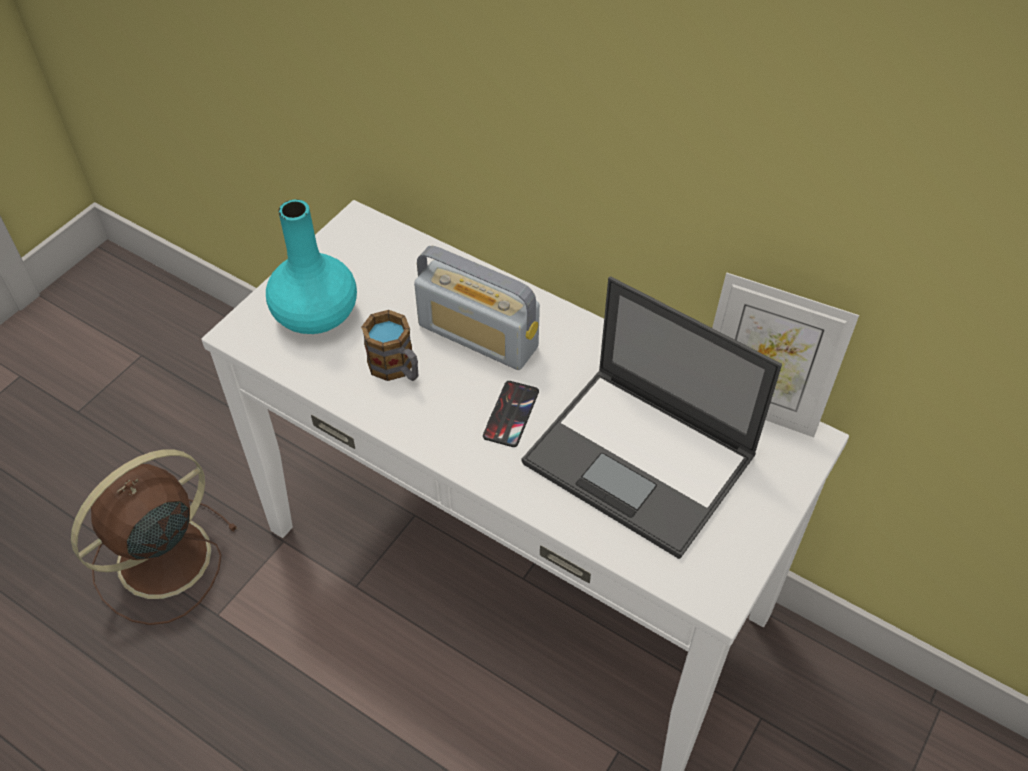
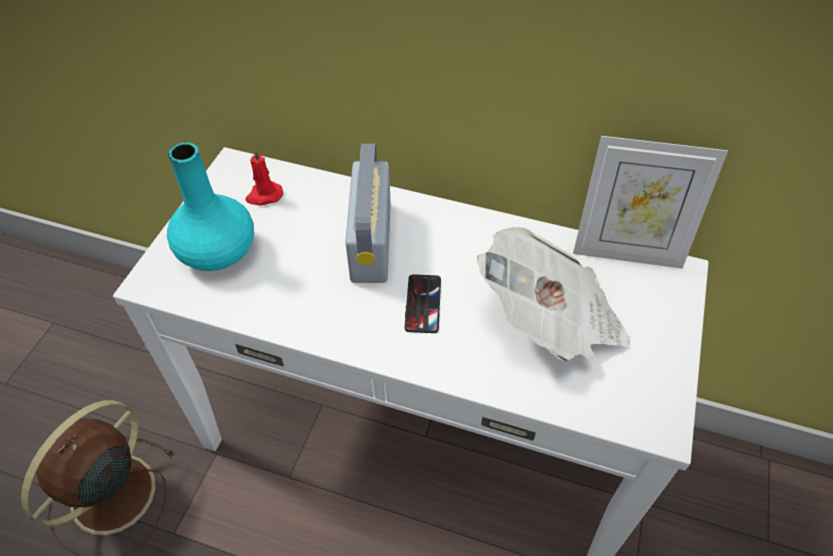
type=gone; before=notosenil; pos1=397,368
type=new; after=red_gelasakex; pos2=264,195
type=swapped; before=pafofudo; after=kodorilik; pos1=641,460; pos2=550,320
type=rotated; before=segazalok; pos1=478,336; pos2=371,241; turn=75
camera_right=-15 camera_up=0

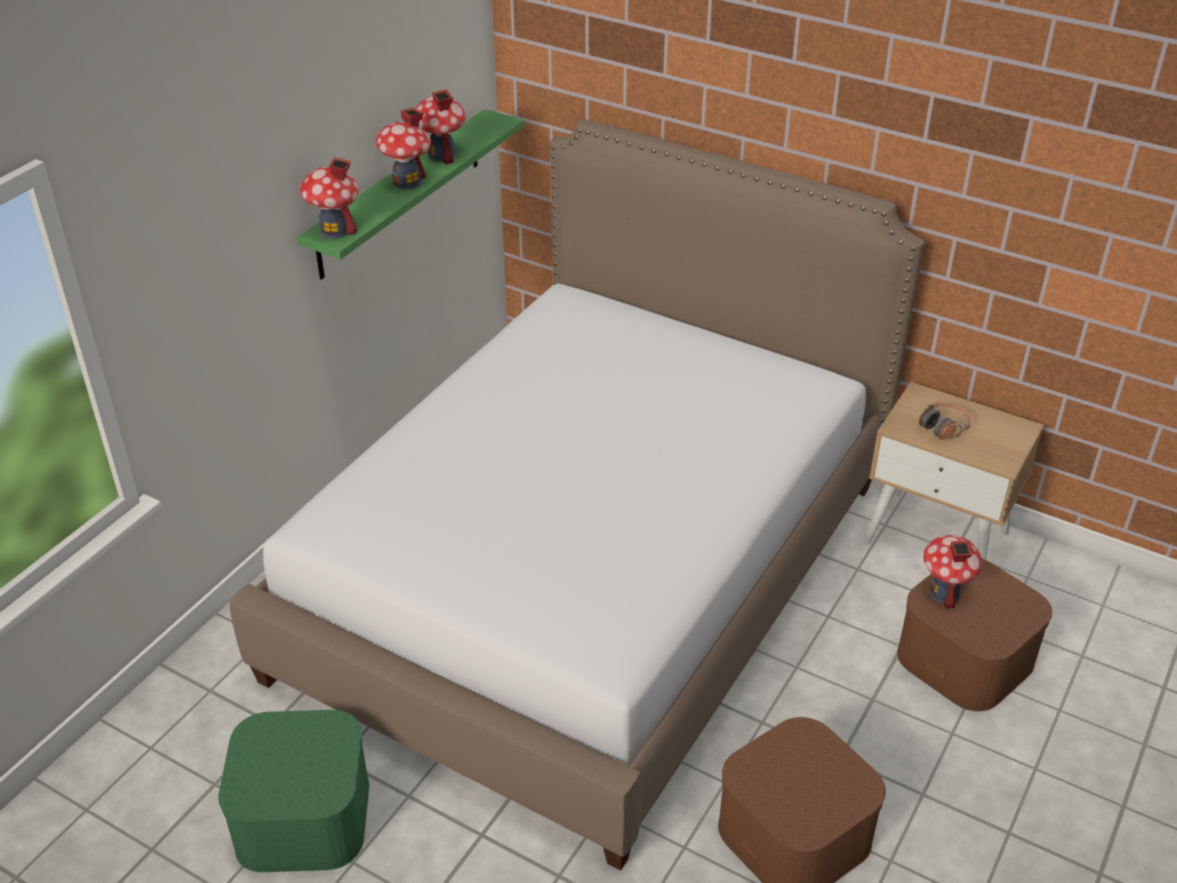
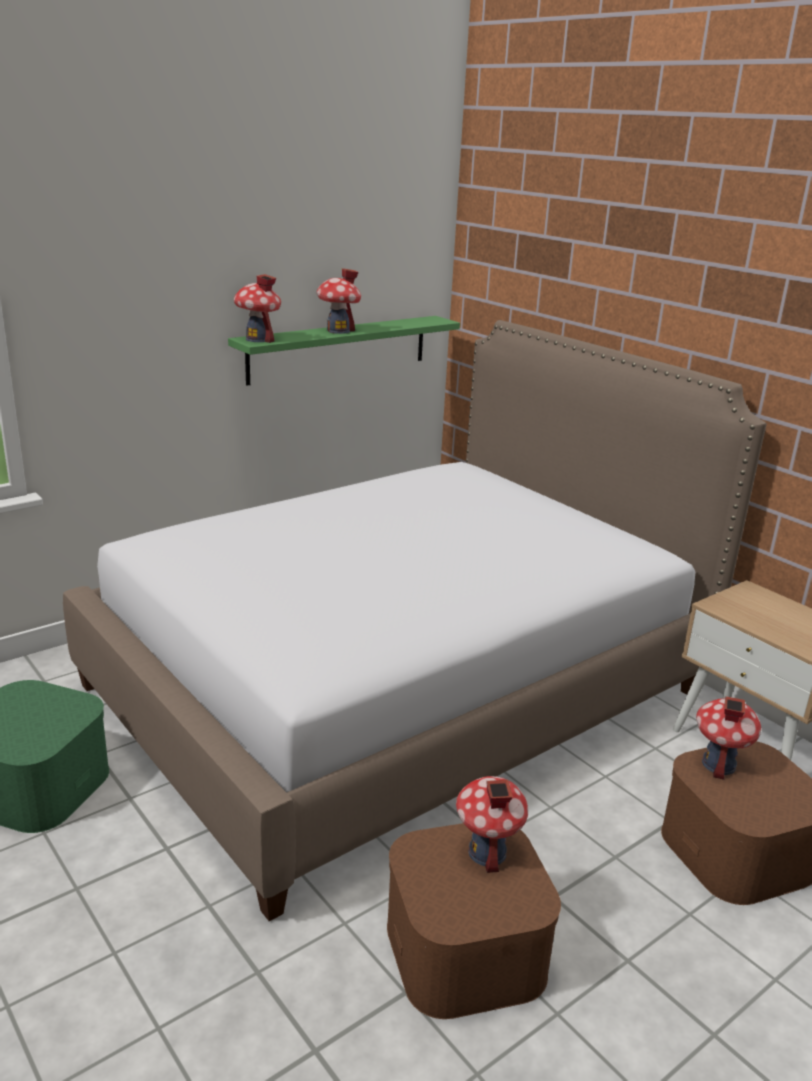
type=gone; before=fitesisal; pos1=943,426
type=shifted; before=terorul; pos1=441,155; pos2=487,852
camera_right=20 camera_up=-15

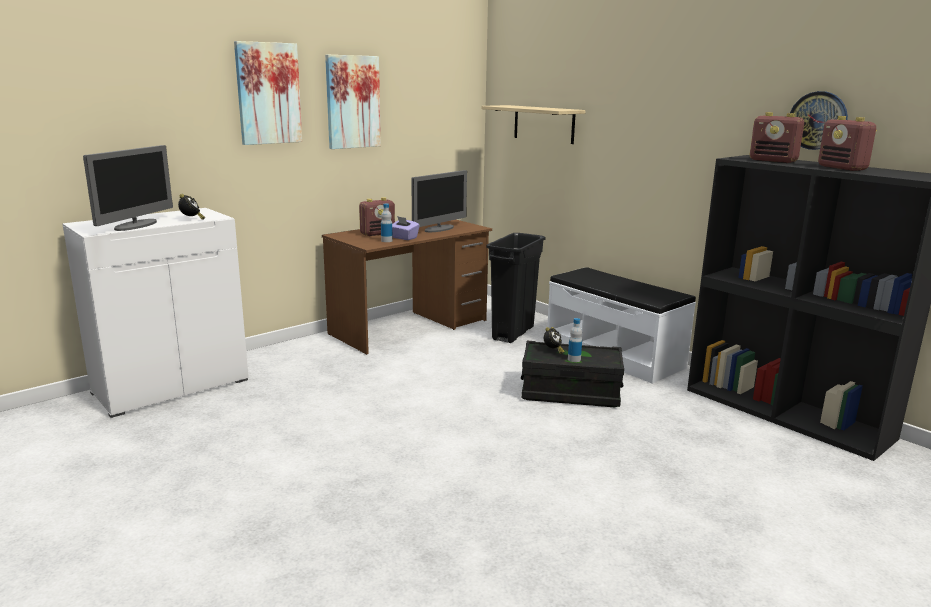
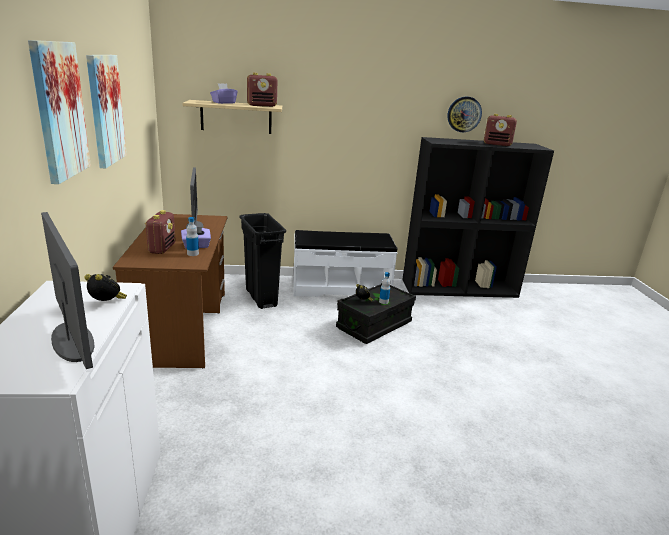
type=new; after=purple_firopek; pos2=223,103
type=shifted; before=segazalok; pos1=773,161; pos2=262,105
camera_right=-55 camera_up=5

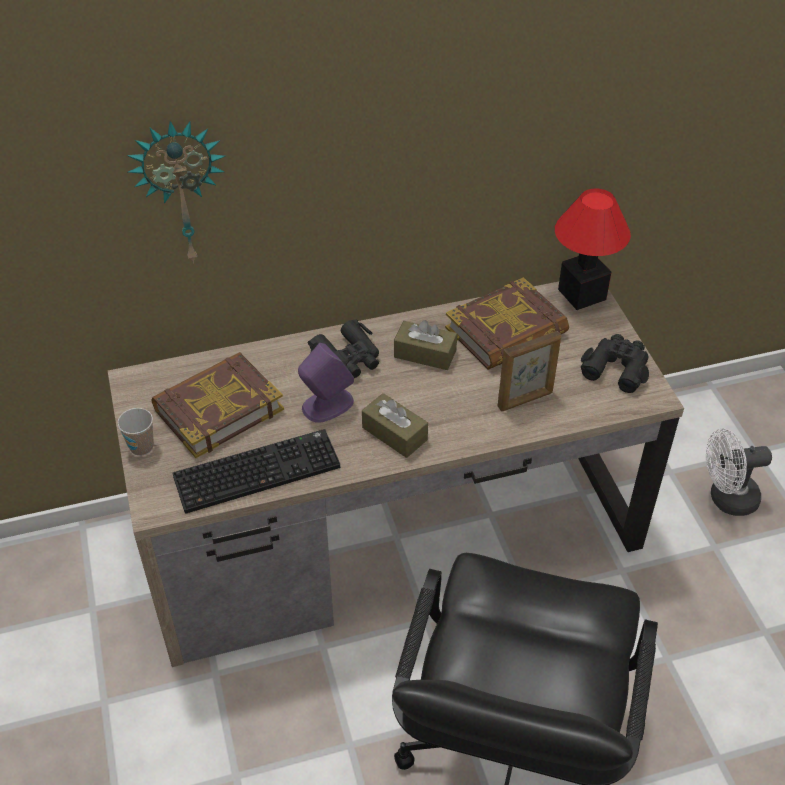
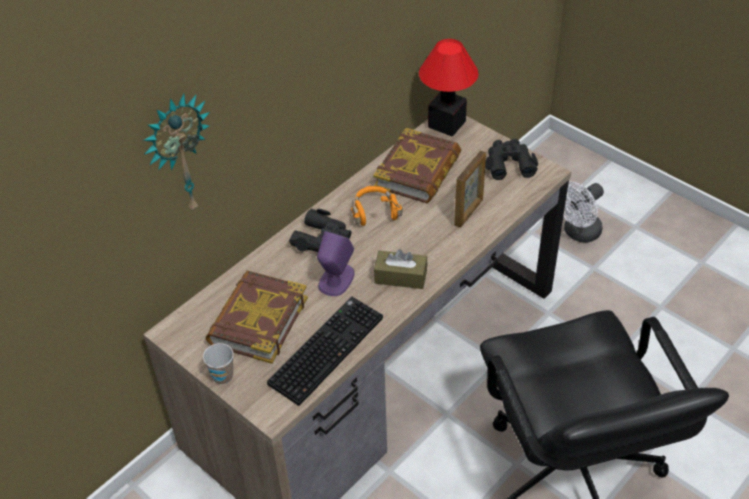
type=swapped; before=brown_firopek; after=orange_fitesisal; pos1=425,354; pos2=375,212
camera_right=-30 camera_up=0

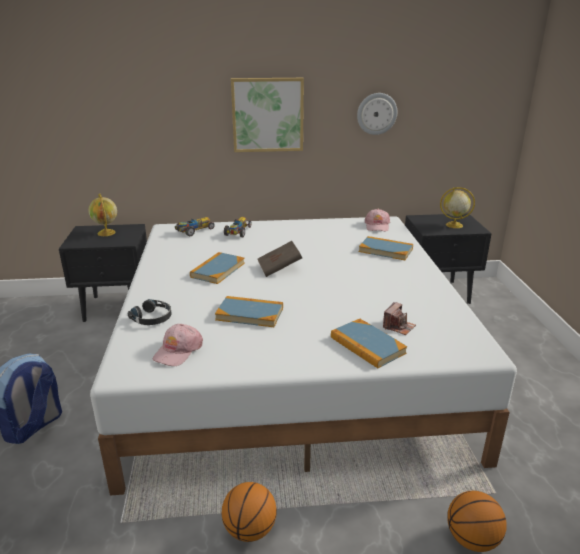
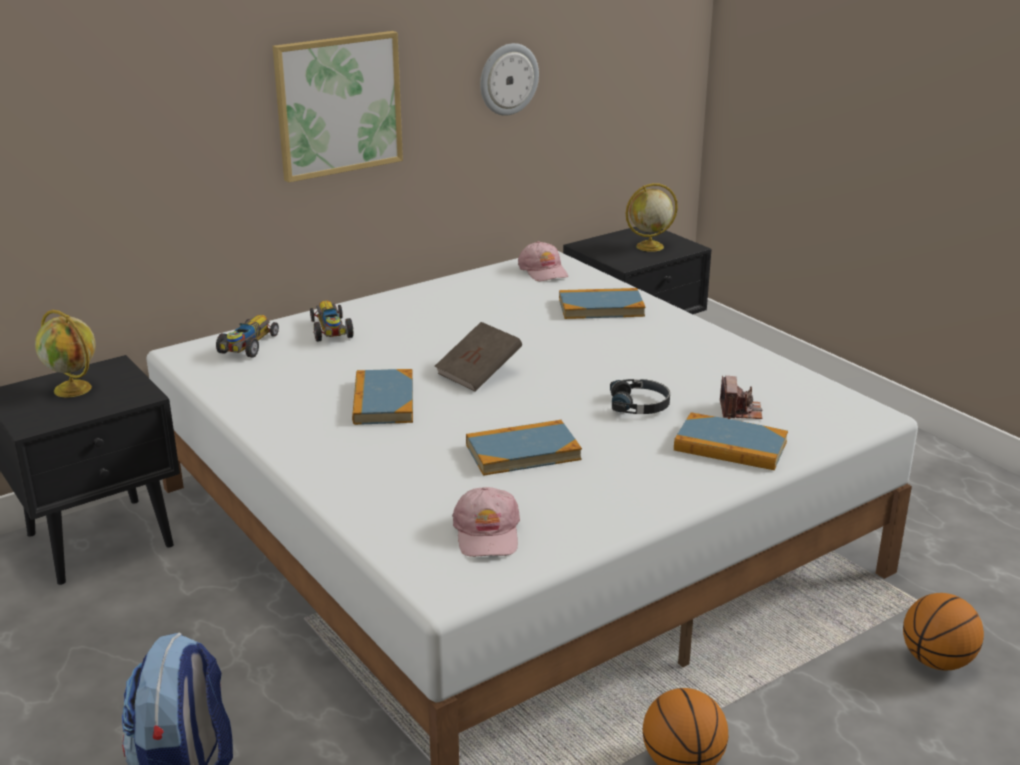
type=shifted; before=black_fitesisal; pos1=152,318; pos2=639,405
camera_right=-30 camera_up=0

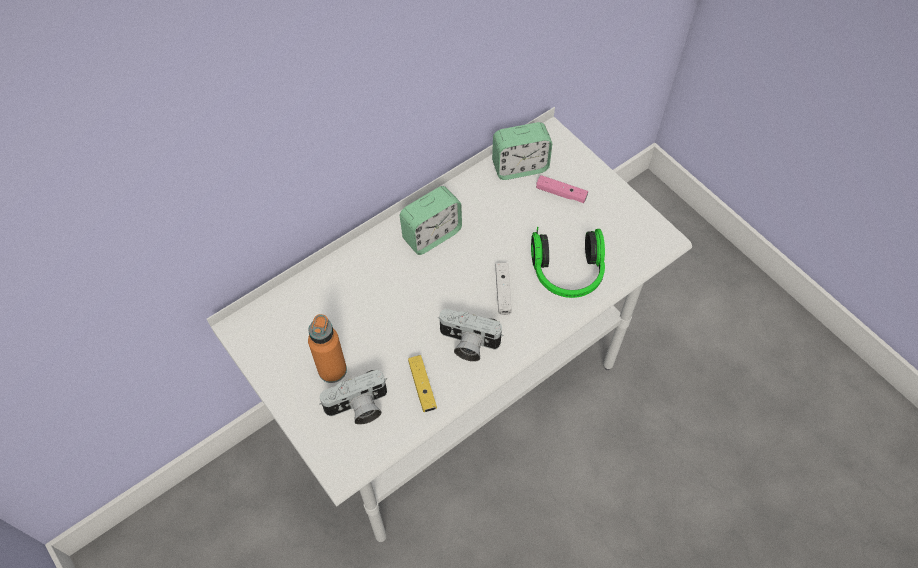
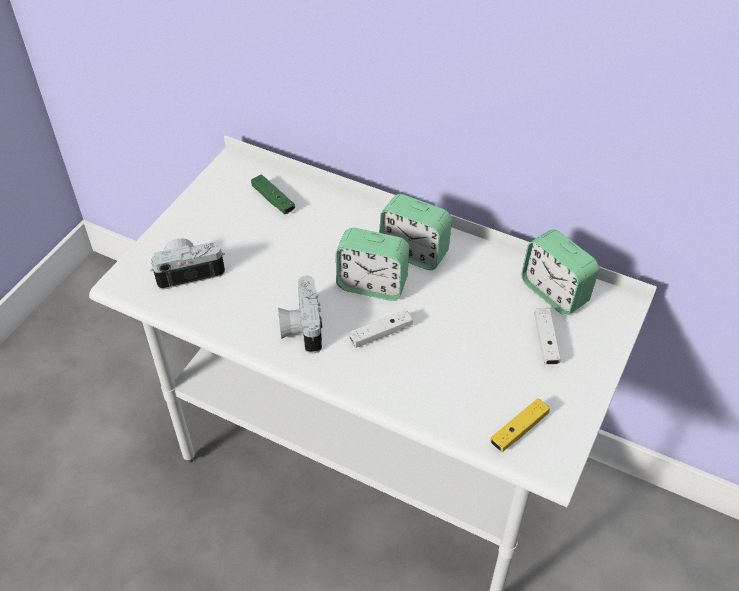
type=gone; before=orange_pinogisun; pos1=332,370
type=gone; before=fitesisal; pos1=567,274
type=new; after=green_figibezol; pos2=273,200
type=new; after=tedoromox; pos2=372,285
type=shifted; before=yellow_figibezol; pos1=422,386; pos2=519,430
type=repainted; before=pink_figibezol; after=white_figibezol; pos1=561,193; pos2=545,341
type=rotated; before=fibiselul; pos1=358,408; pos2=189,271; turn=120
camera_right=65 camera_up=-10

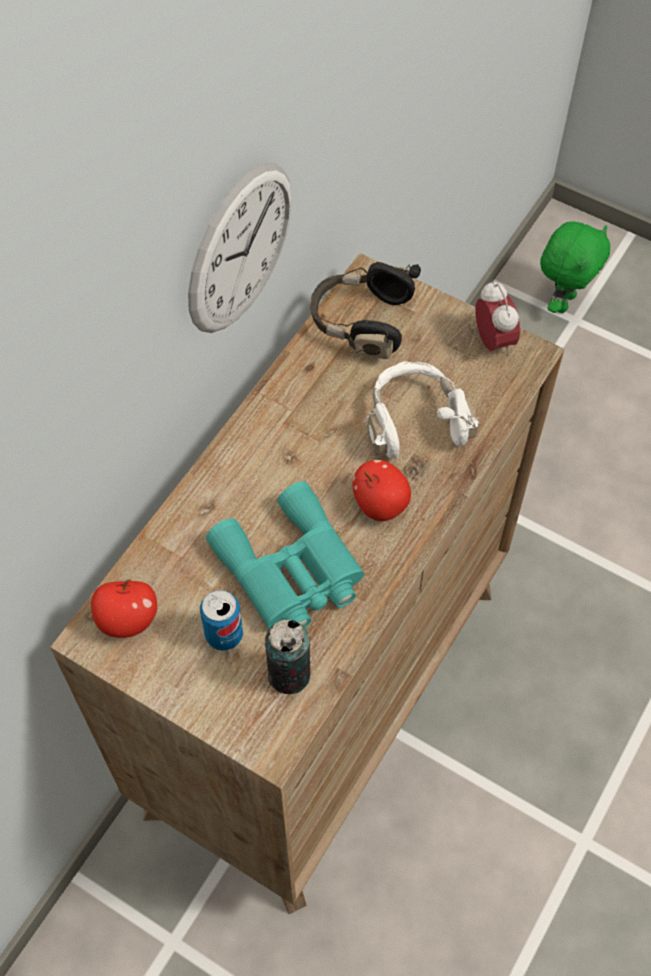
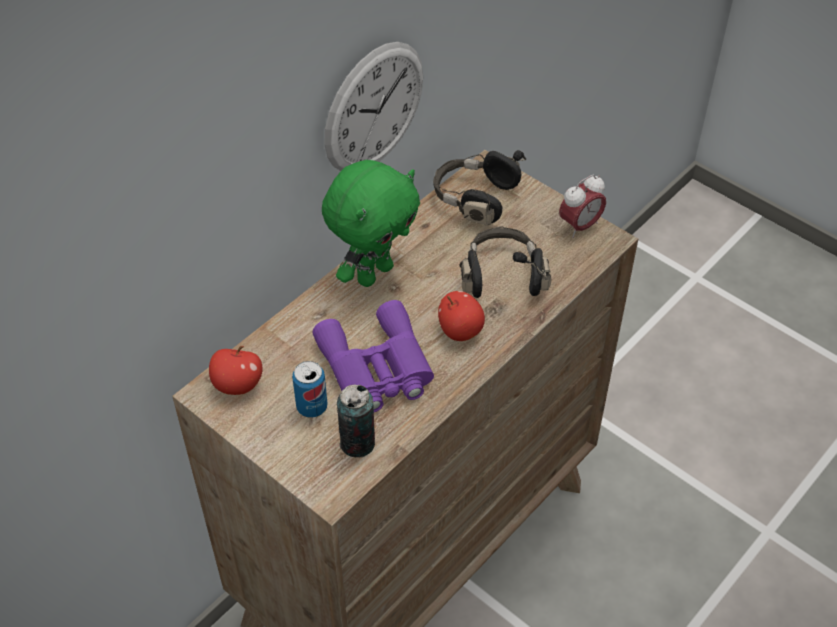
type=shifted; before=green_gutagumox; pos1=562,301; pos2=373,273
type=repainted; before=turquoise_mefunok; after=purple_mefunok; pos1=291,571; pos2=376,368
type=repainted; before=white_fitesisal; after=black_fitesisal; pos1=415,422; pos2=502,275
type=rotated; before=tedoromox; pos1=493,342; pos2=580,226; turn=60
camera_right=10 camera_up=-10

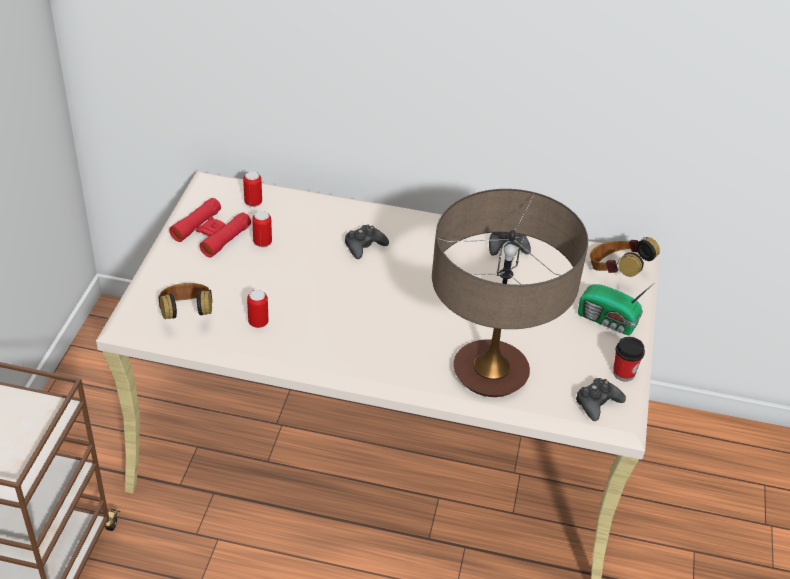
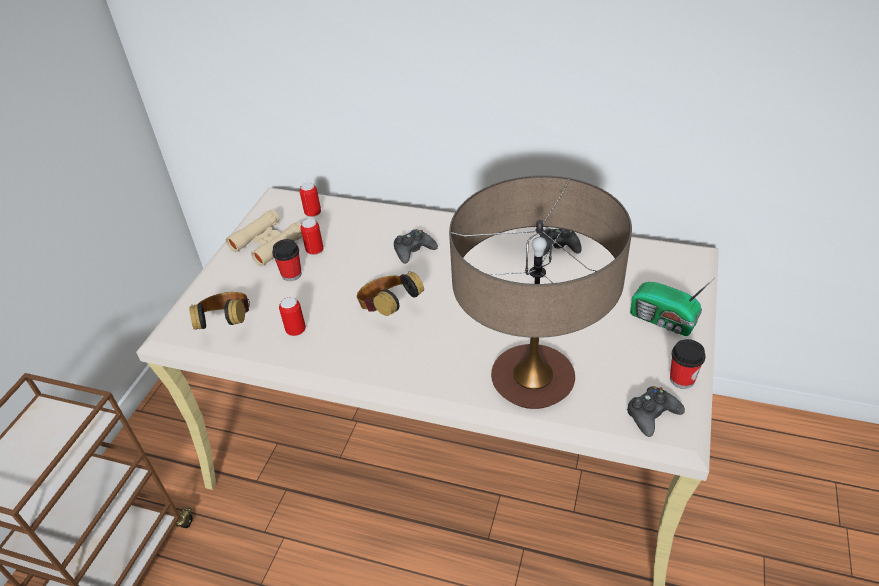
type=new; after=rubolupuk; pos2=291,274
type=shifted; before=fitesisal; pos1=616,272; pos2=389,309
type=repainted; before=red_mefunok; after=beige_mefunok; pos1=211,233; pos2=268,243
camera_right=10 camera_up=0

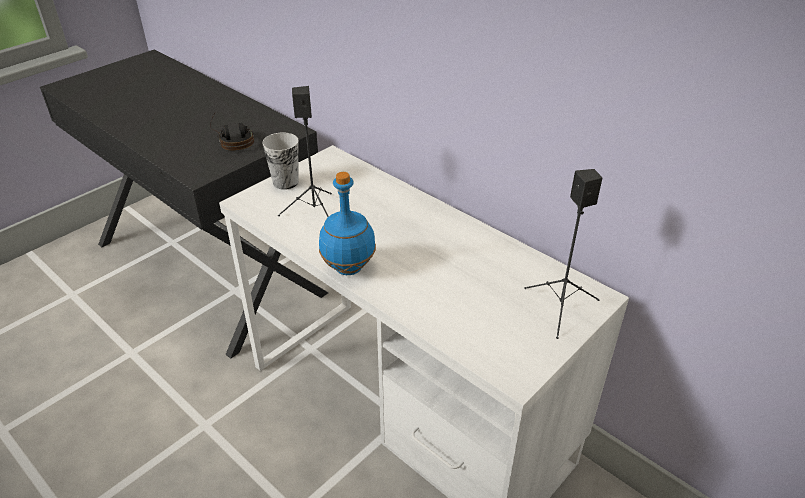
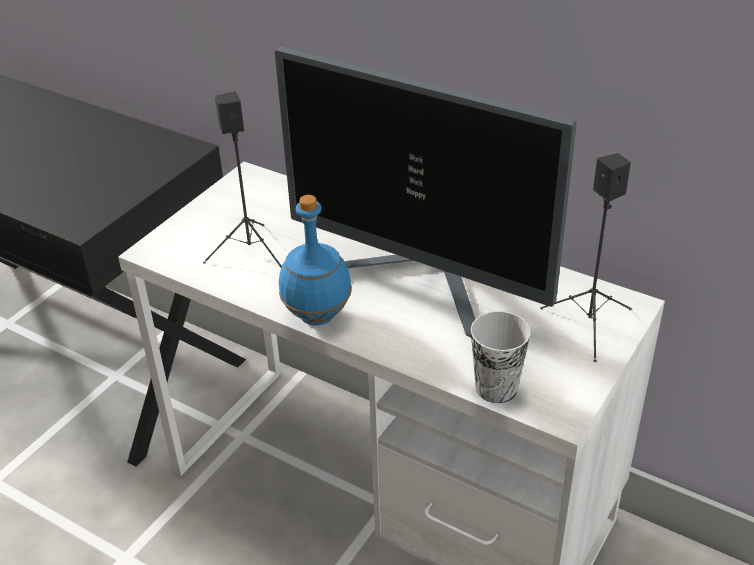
type=gone; before=fitesisal; pos1=233,139
type=new; after=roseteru; pos2=420,284
type=shifted; before=rubolupuk; pos1=285,182; pos2=496,388
camera_right=-10 camera_up=0

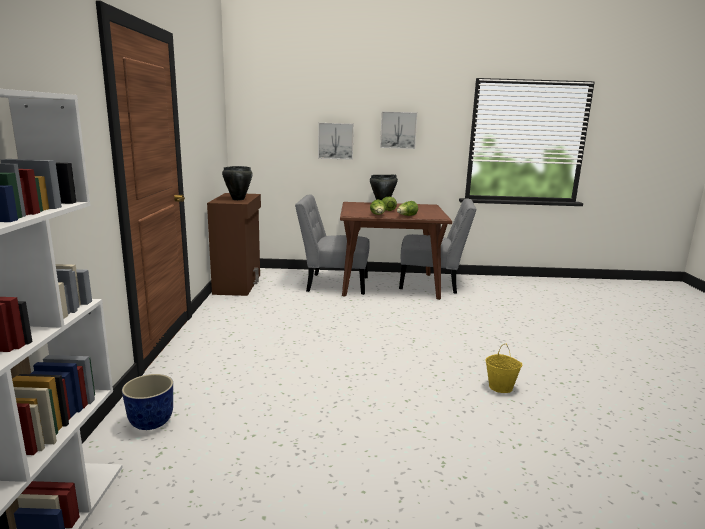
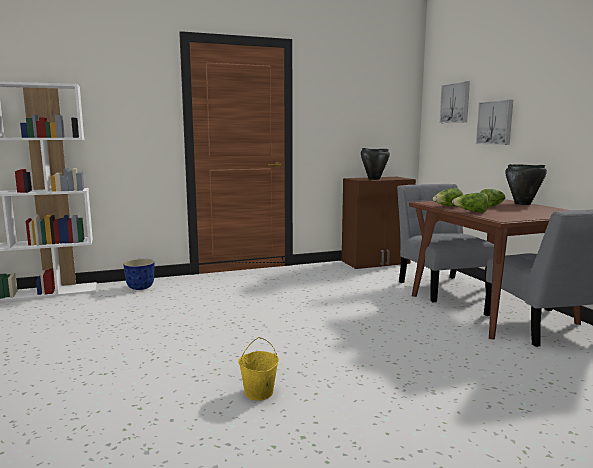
type=shifted; before=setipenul; pos1=398,130; pos2=455,103
camera_right=70 camera_up=-5

